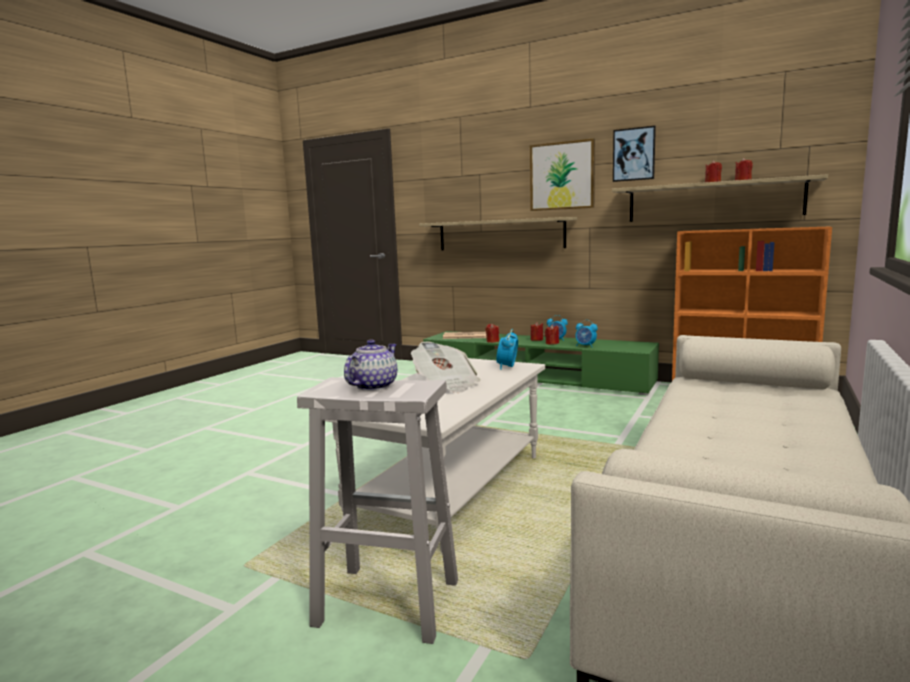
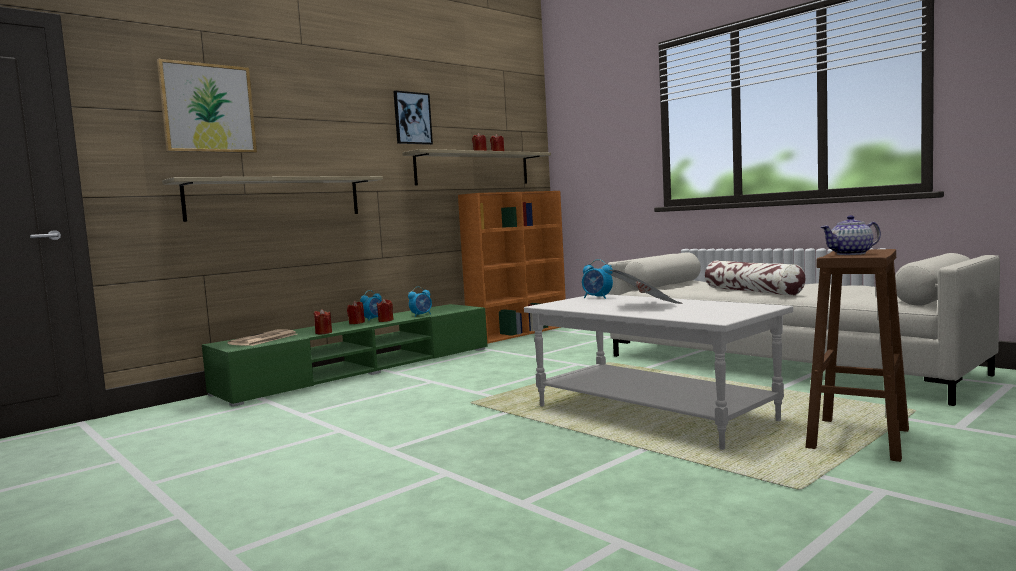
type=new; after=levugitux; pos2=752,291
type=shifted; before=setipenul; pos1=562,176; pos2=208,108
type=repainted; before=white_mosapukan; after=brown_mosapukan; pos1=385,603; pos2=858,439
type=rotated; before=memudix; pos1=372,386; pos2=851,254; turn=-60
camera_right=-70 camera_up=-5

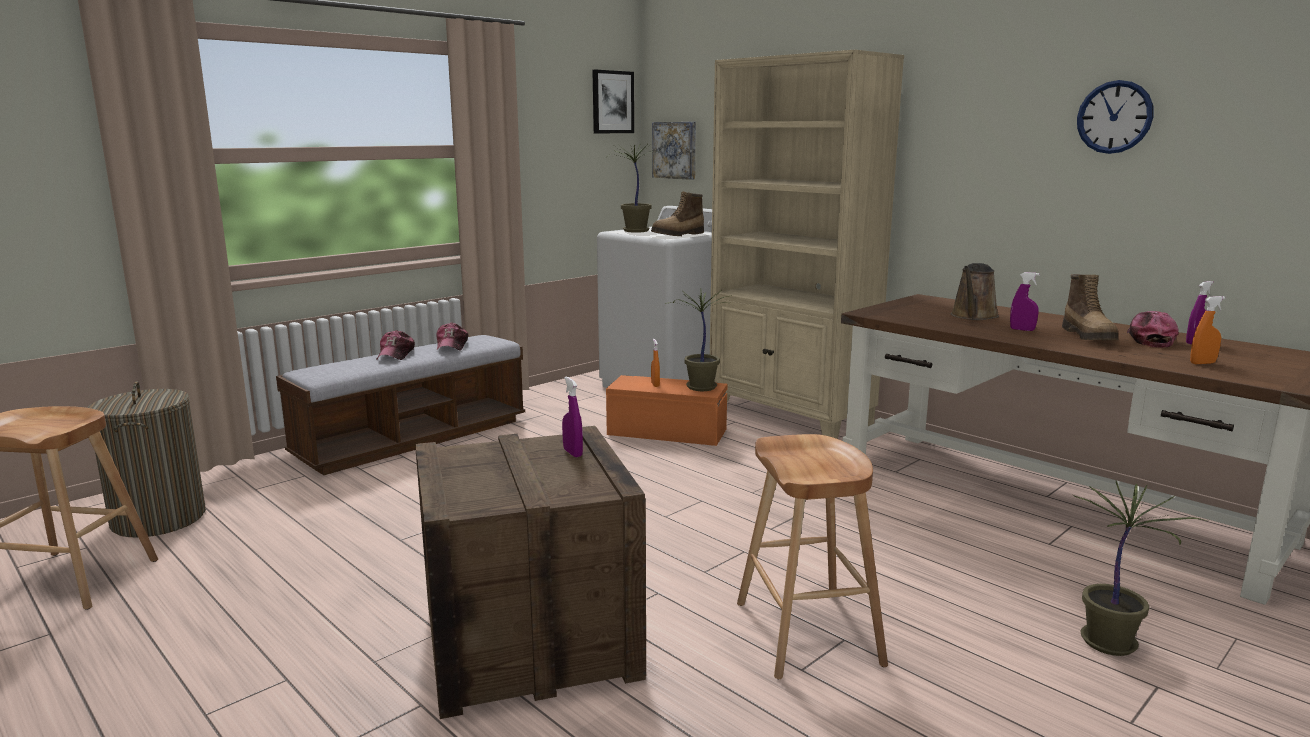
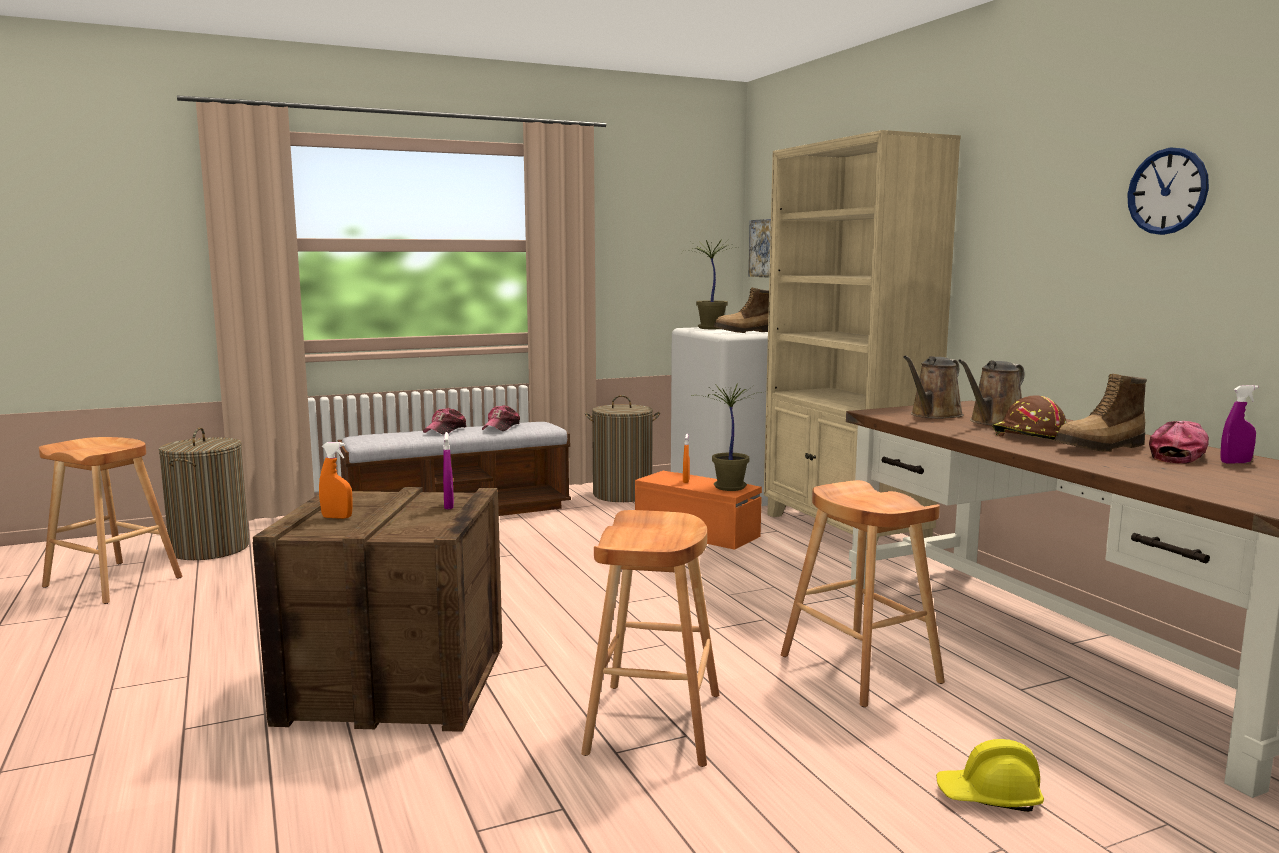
type=gone; before=setipenul; pos1=612,102
type=new; after=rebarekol; pos2=622,494
type=new; after=brown_mosapukan; pos2=860,669
type=new; after=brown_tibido; pos2=933,415
type=shifted; before=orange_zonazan; pos1=1202,363; pos2=337,517
type=swapped; before=purple_zonazan; after=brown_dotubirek; pos1=1022,330; pos2=1028,436
type=swapped; before=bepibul; after=yellow_dotubirek; pos1=1110,644; pos2=989,797
type=rotated; before=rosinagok; pos1=1089,336; pos2=1101,448; turn=45
camera_right=20 camera_up=-5

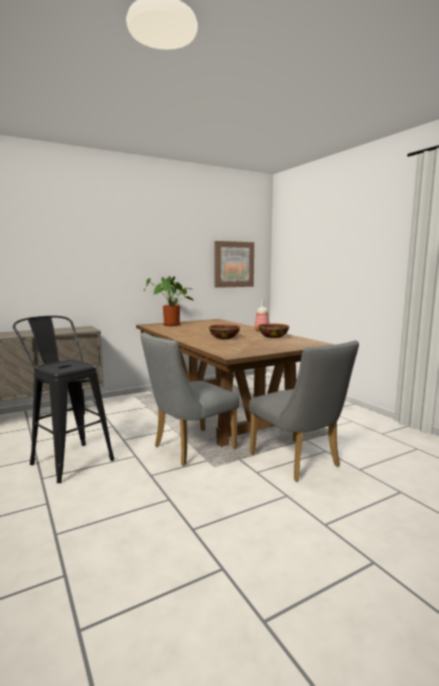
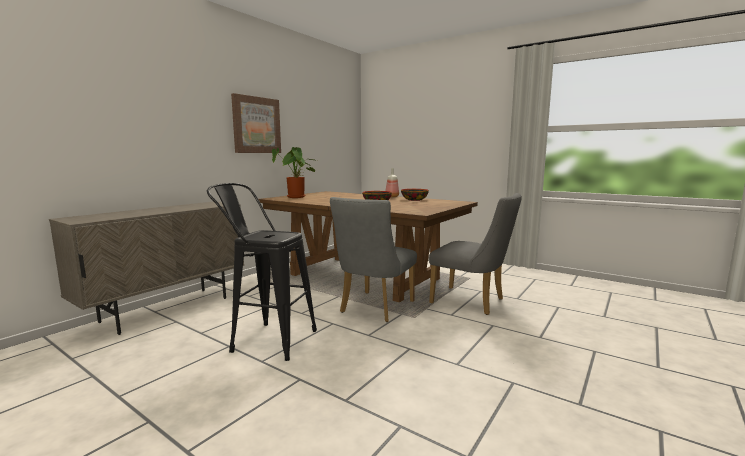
type=shifted; before=setipenul; pos1=233,264; pos2=256,125
camera_right=-25 camera_up=0

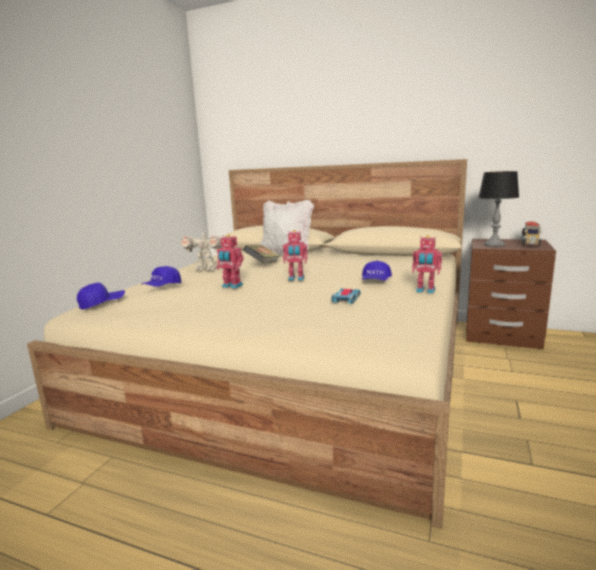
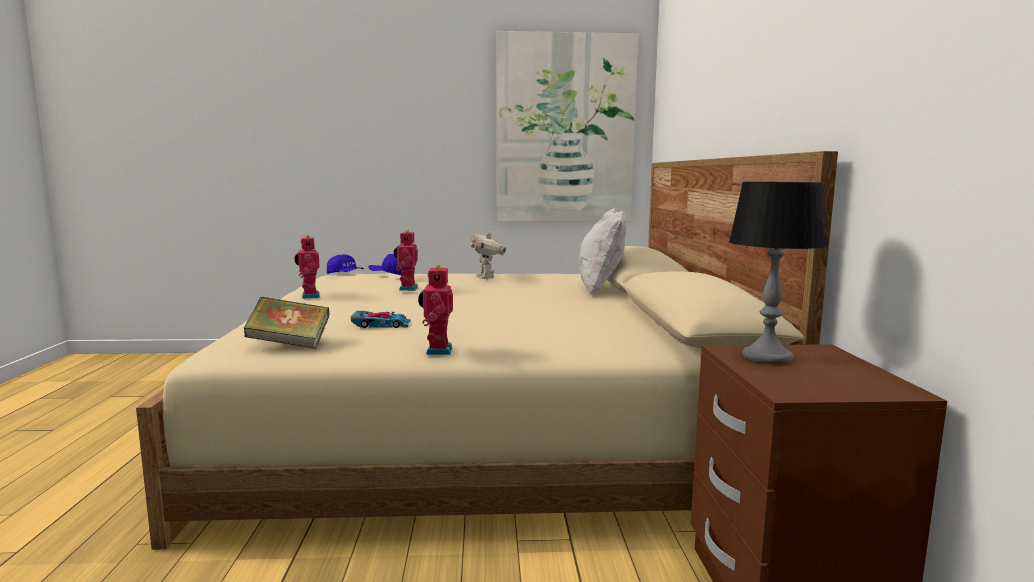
type=gone; before=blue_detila; pos1=376,281
type=gone; before=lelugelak; pos1=530,244
type=new; after=setipenul; pos2=565,130
type=shifted; before=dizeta; pos1=263,265; pos2=289,344
type=shifted; before=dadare; pos1=296,279; pos2=309,296
camera_right=65 camera_up=-5

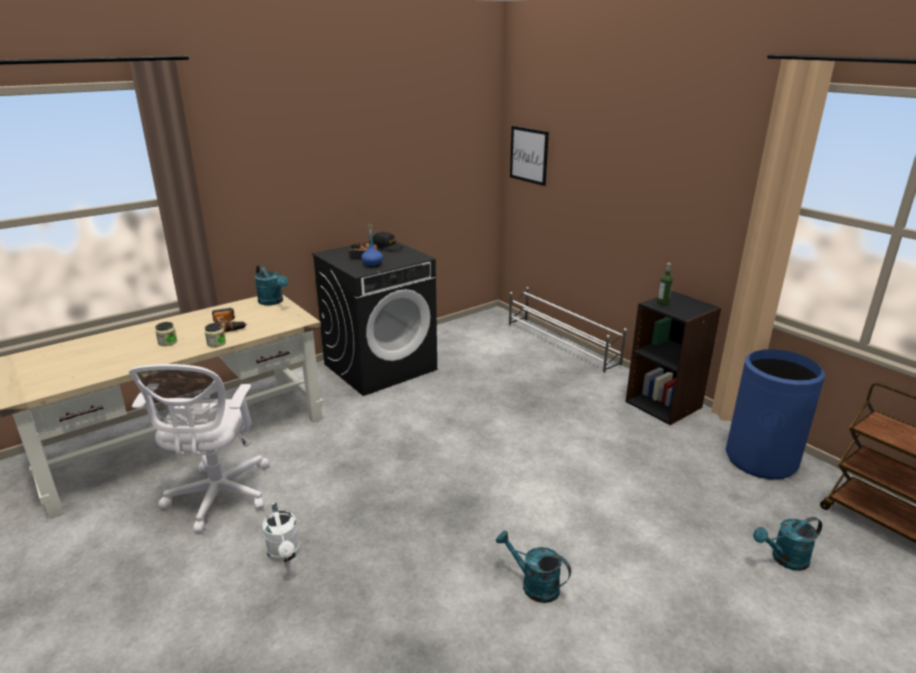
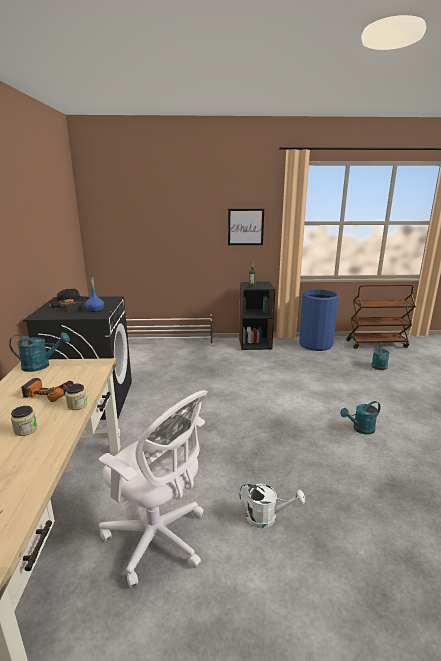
type=shifted; before=setipenul; pos1=529,155; pos2=245,227
camera_right=-55 camera_up=-5

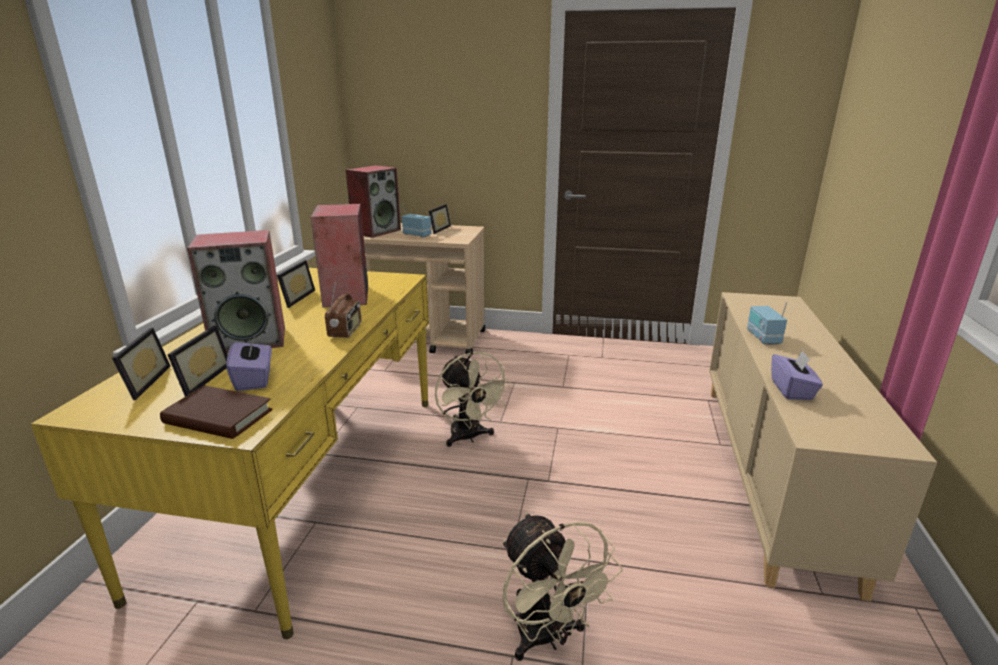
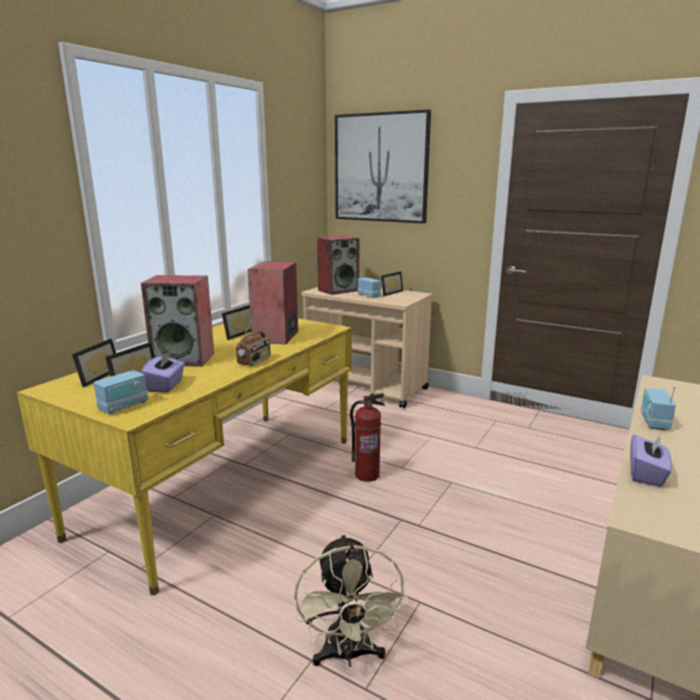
type=new; after=setipenul; pos2=381,168
type=swapped; before=brown_dizeta; after=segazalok; pos1=218,417; pos2=124,406
type=swapped; before=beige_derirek; after=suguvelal; pos1=469,437; pos2=367,475
camera_right=20 camera_up=-5

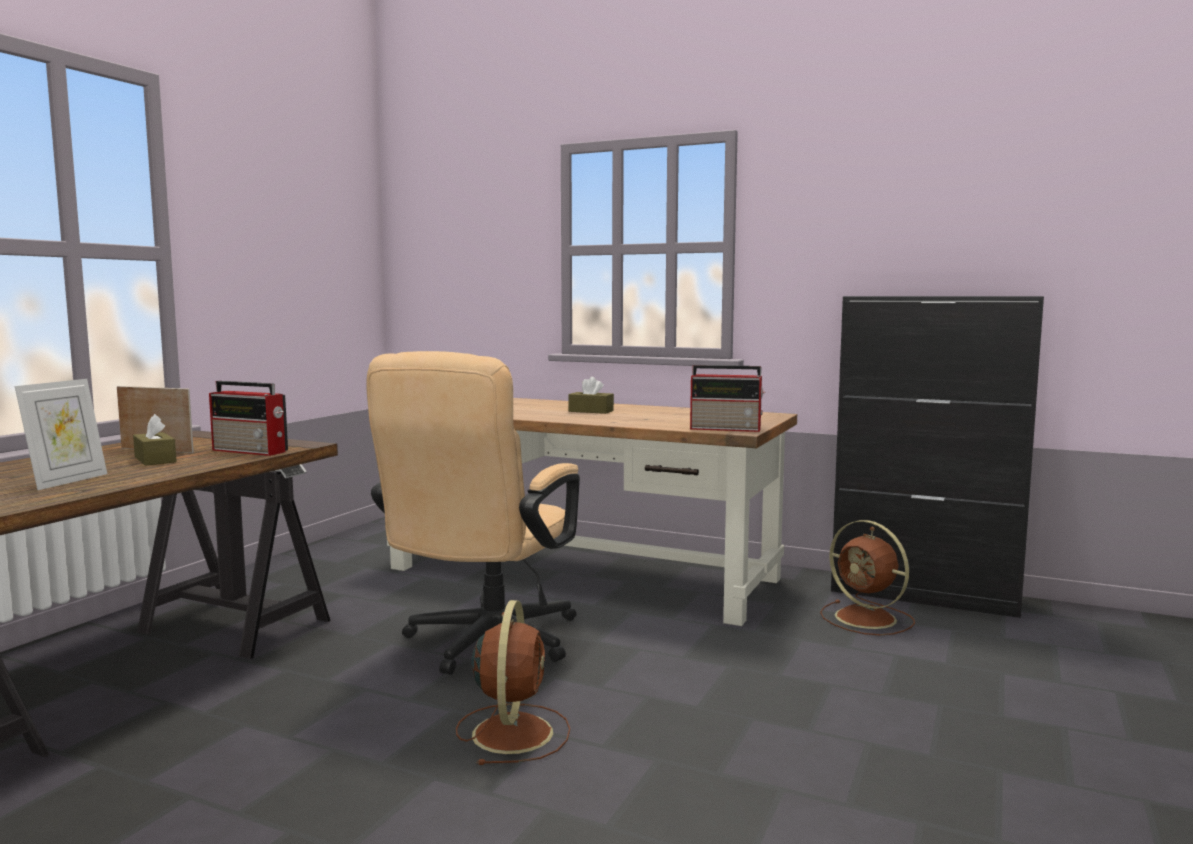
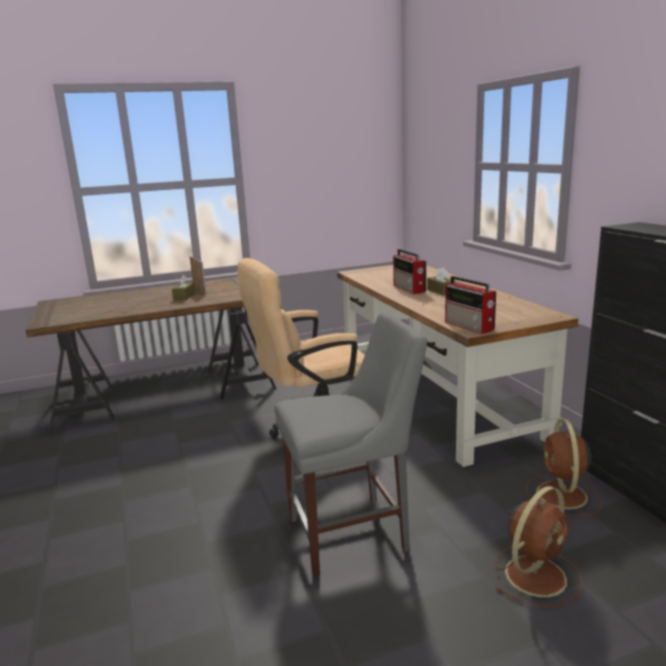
type=gone; before=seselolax; pos1=67,481
type=new; after=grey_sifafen; pos2=354,533
type=shifted; before=segazalok; pos1=251,451; pos2=409,289
type=shifted; before=brown_derirek; pos1=513,732; pos2=537,574
camera_right=45 camera_up=10

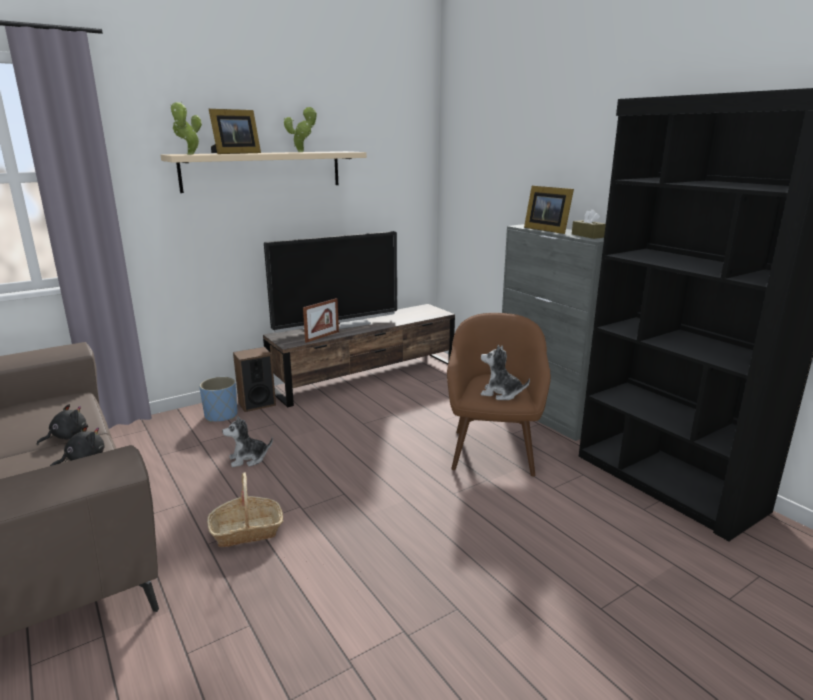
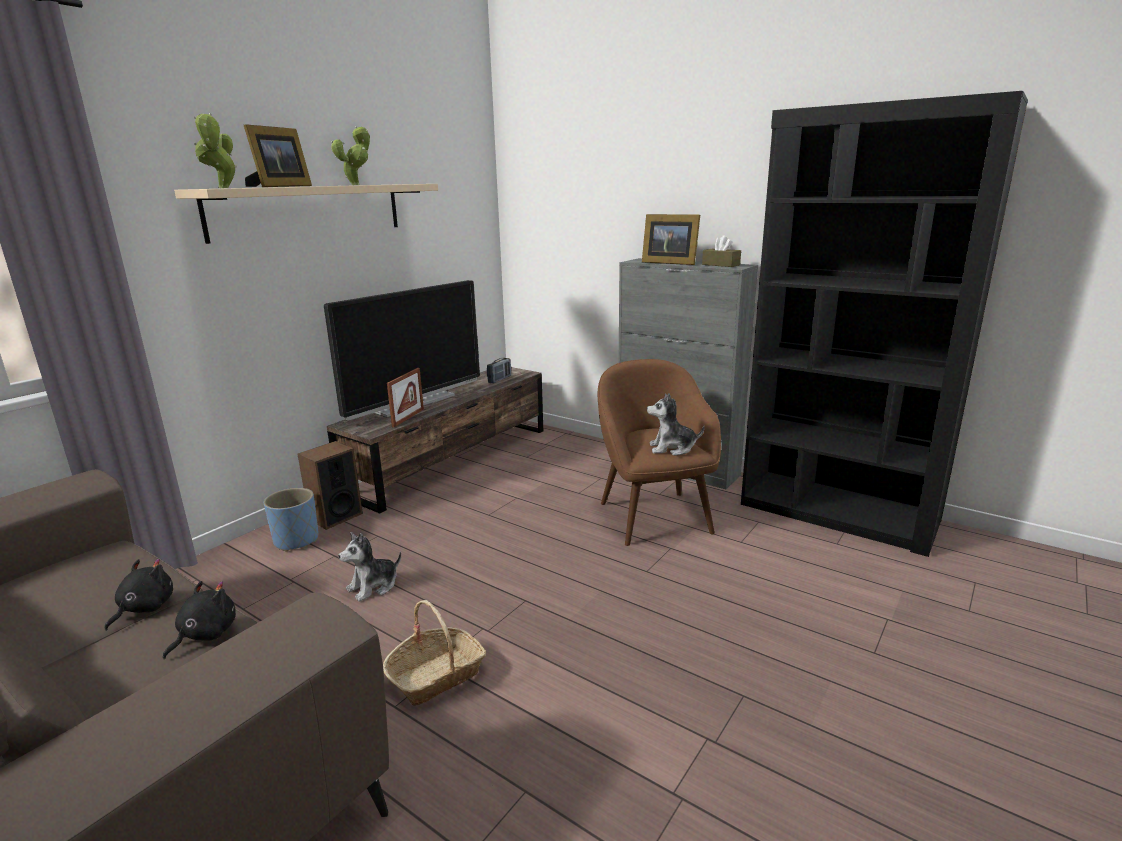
type=new; after=segazalok; pos2=499,379
camera_right=-20 camera_up=0

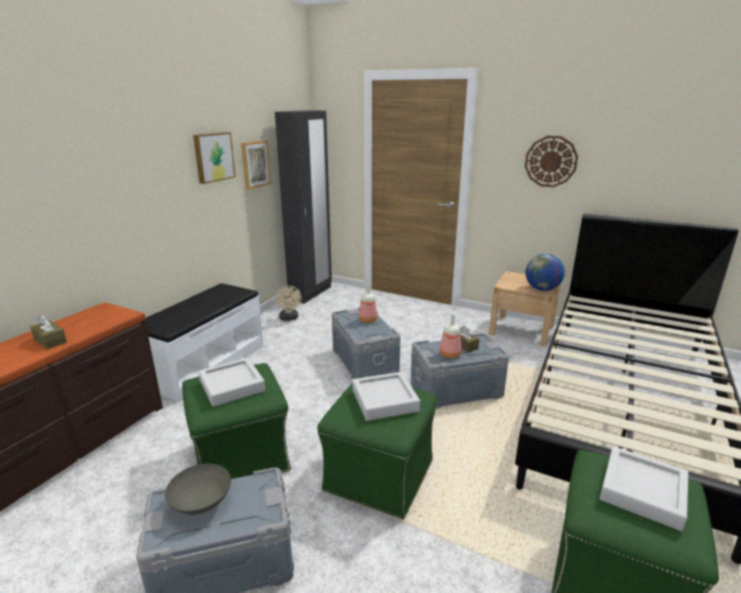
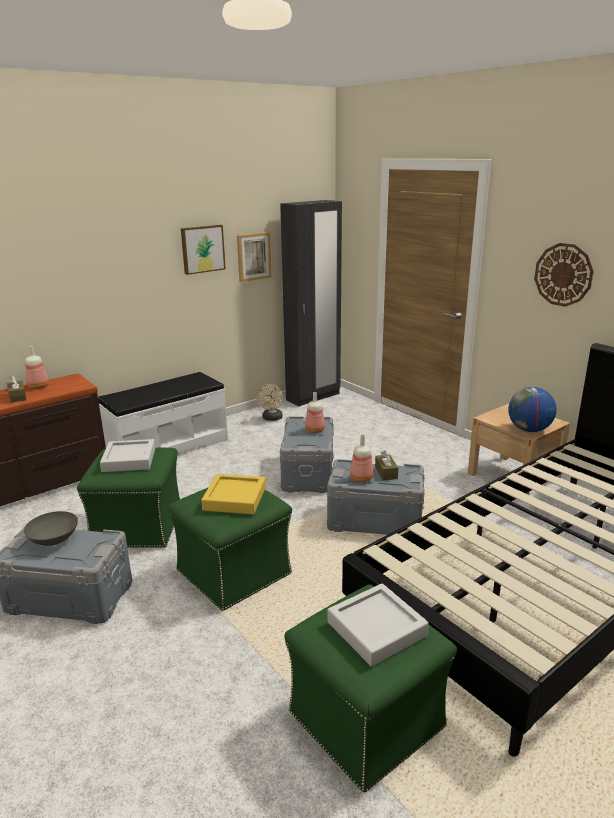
type=new; after=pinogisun; pos2=39,386
type=repainted; before=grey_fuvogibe; after=yellow_fuvogibe; pos1=384,400; pos2=235,499
camera_right=25 camera_up=0

